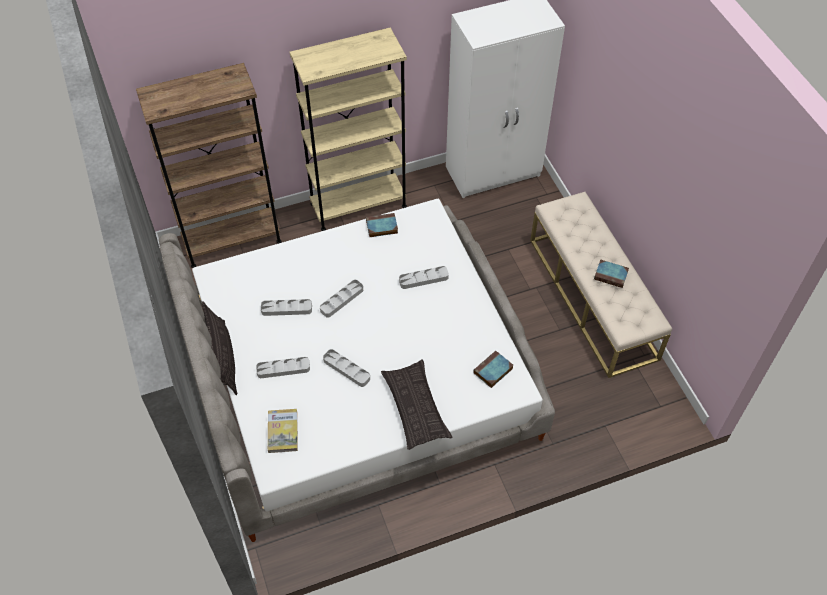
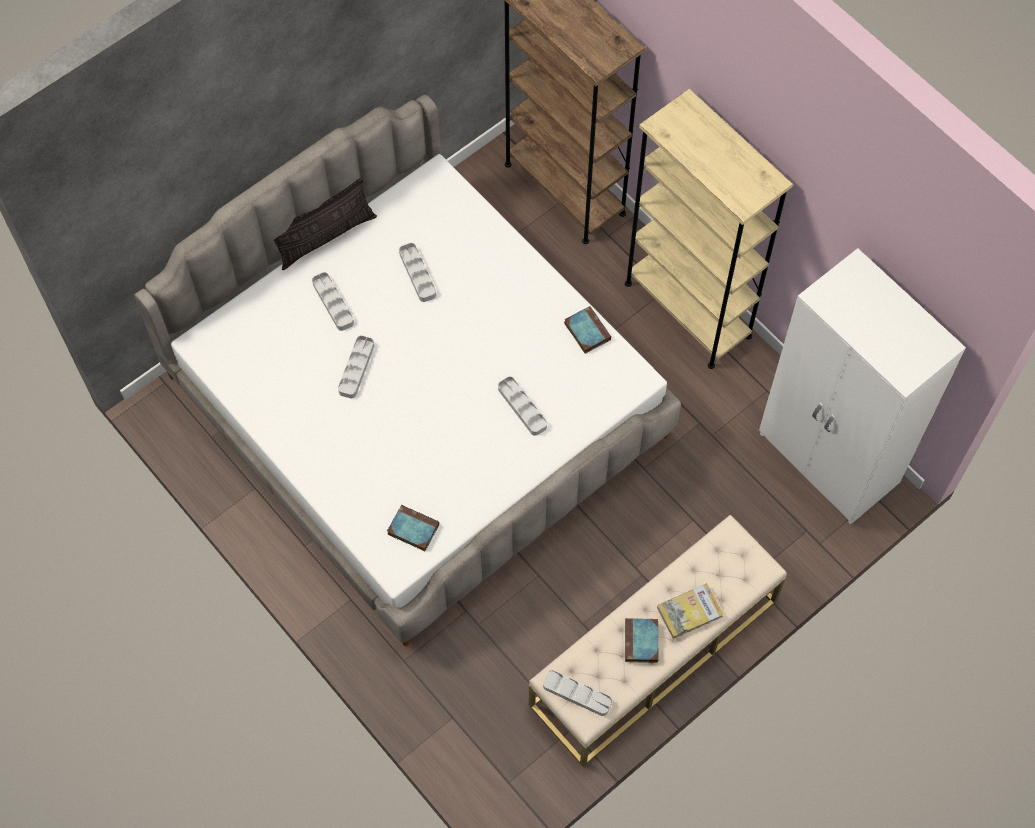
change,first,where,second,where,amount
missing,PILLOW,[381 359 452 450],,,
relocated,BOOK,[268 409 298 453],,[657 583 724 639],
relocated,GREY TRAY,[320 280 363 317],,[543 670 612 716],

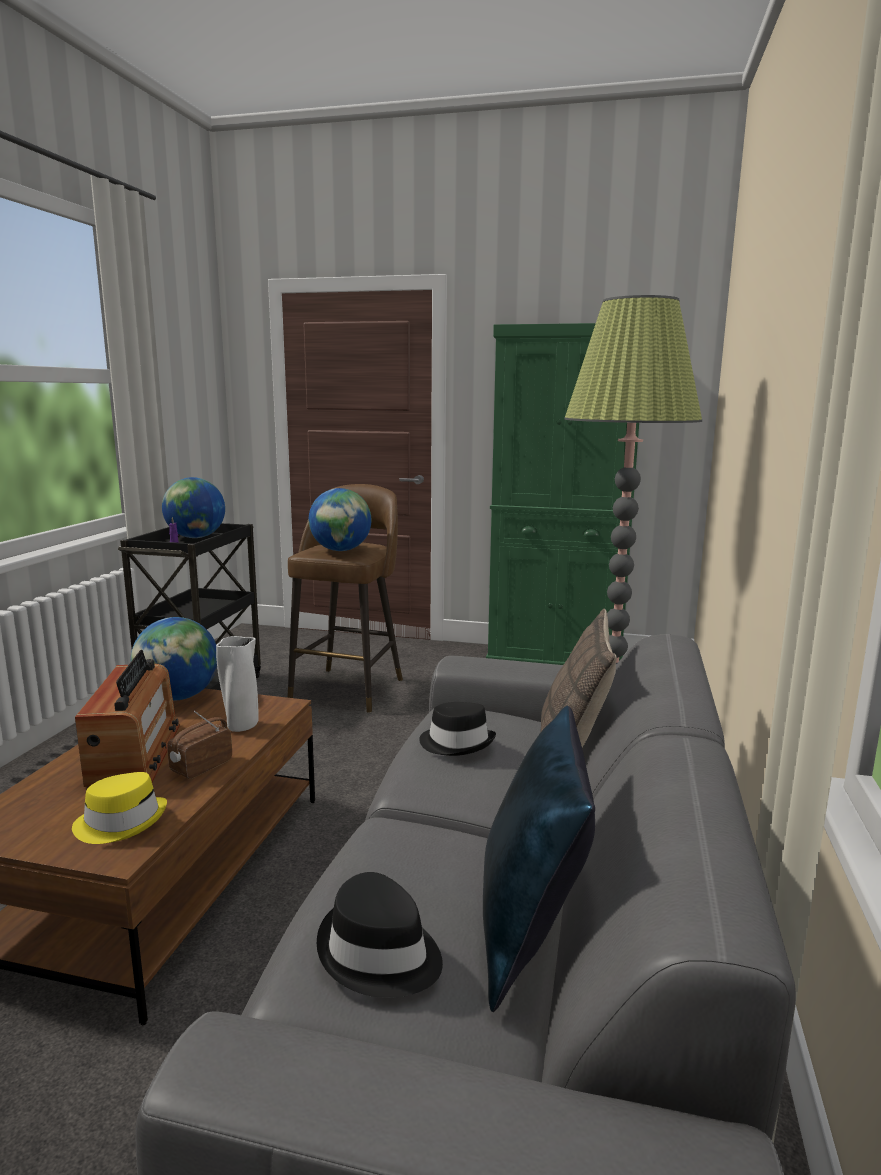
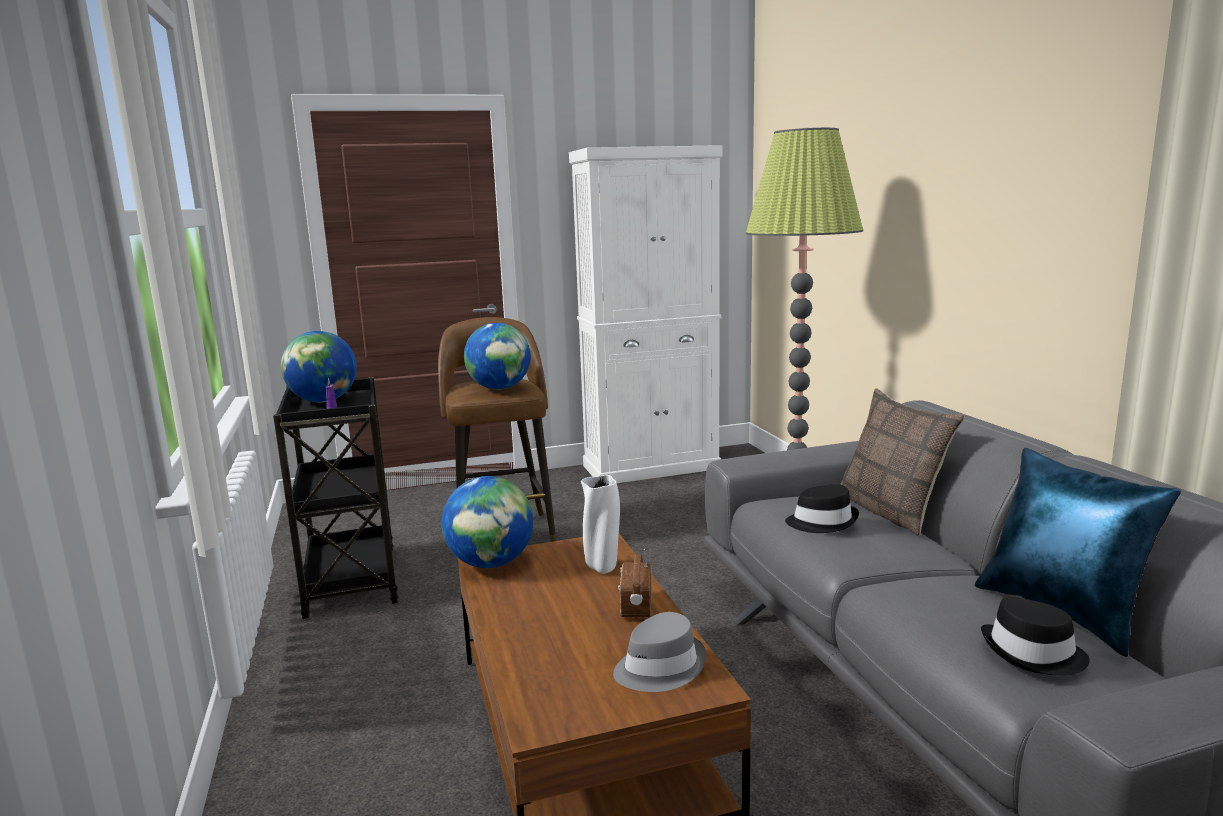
change,first,where,second,where,amount
missing,RADIO,[75 650 180 787],,,
colour,YELLOW HAT,[72 772 167 844],GREY HAT,[613 612 706 692],
colour,GREEN CABINET,[486 323 639 665],WHITE CABINET,[569 145 722 483],

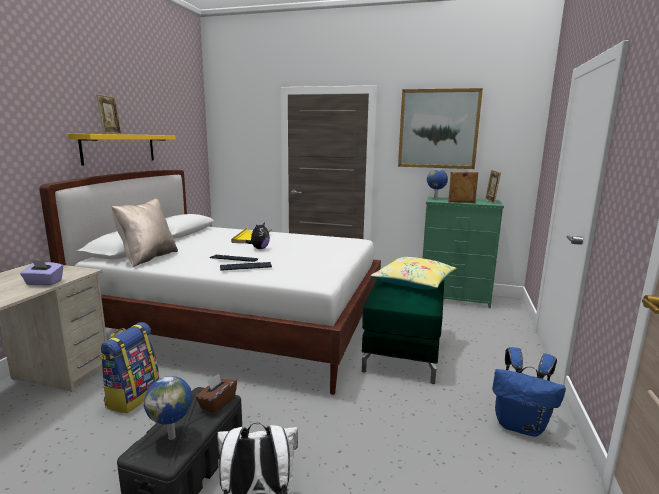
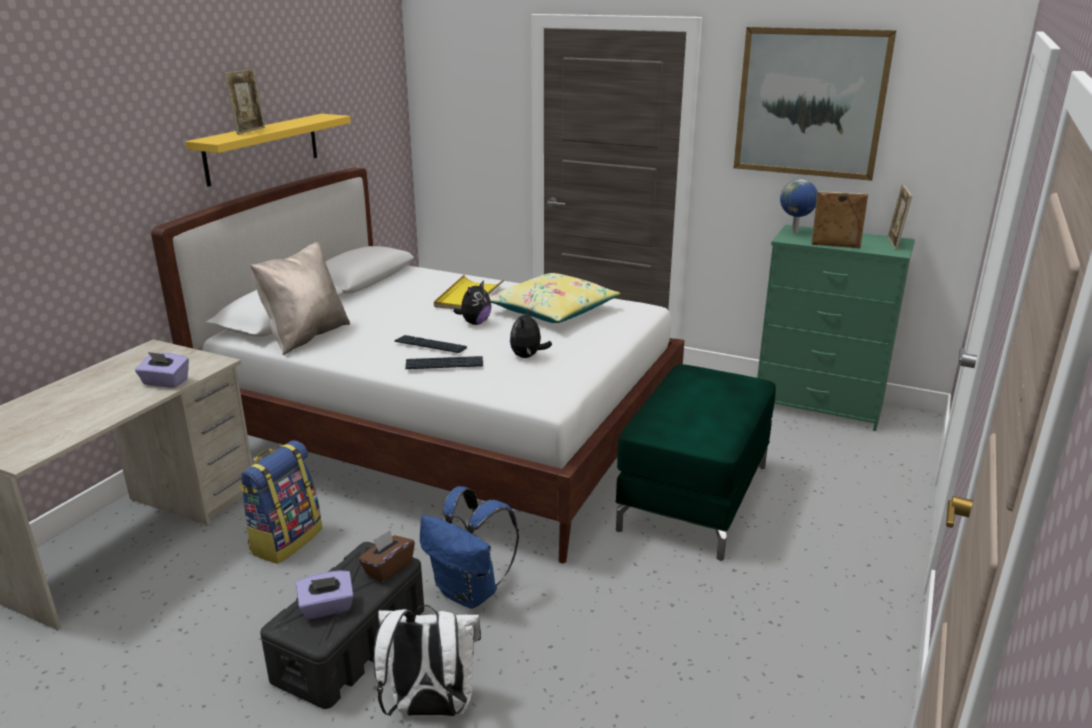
change,first,where,second,where,amount
appeared,,,PLUSH TOY,[510 308 552 358],
relocated,YELLOW PILLOW,[371 257 457 290],,[490 273 621 323],
relocated,BLUE BACKPACK,[492 347 566 436],,[420 486 519 609],
exchanged,GLOBE,[144 376 192 440],PURPLE TISSUE BOX,[296 570 354 619],

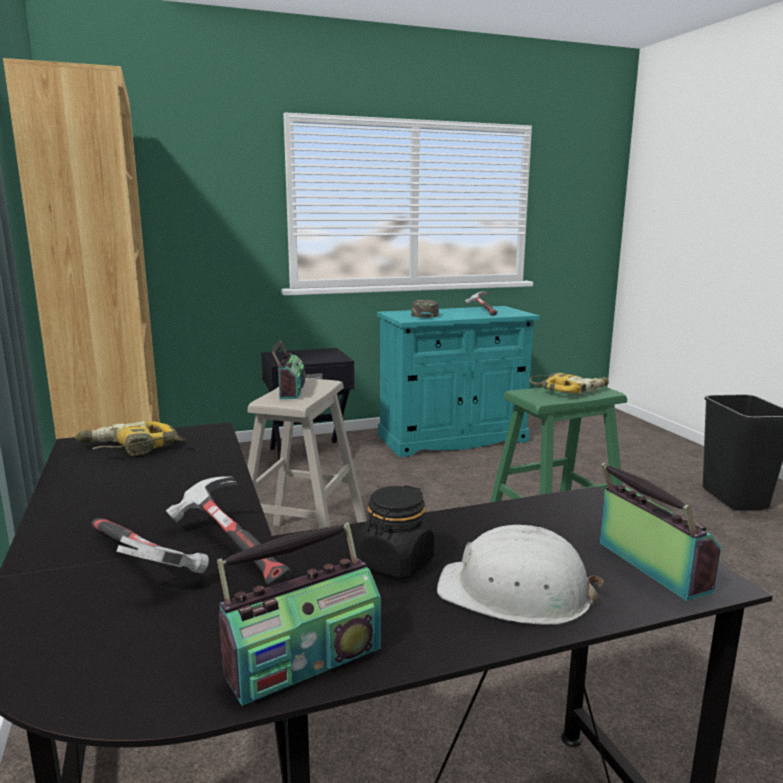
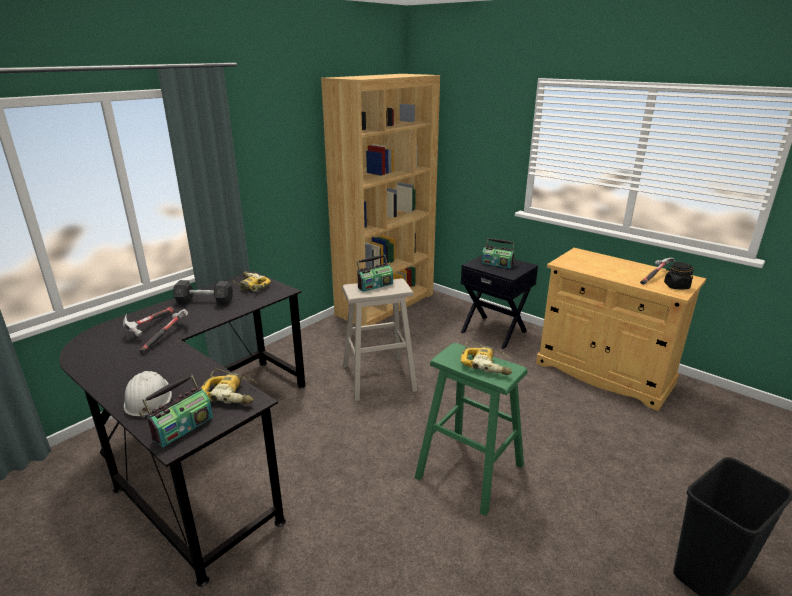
change,first,where,second,where,amount
missing,GREEN CAP,[411 299 439 318],,,
appeared,,,GREY DUMBBELL,[173 280 233 305],
appeared,,,POWER DRILL,[201 369 257 404],
relocated,RADIO,[217 522 381 706],,[482 238 515 268],
relocated,BLACK JAR,[358 485 434 579],,[664 262 694 290],
colour,TURQUOISE CABINET,[377 306 540 457],BEIGE CABINET,[536 248 706 411],

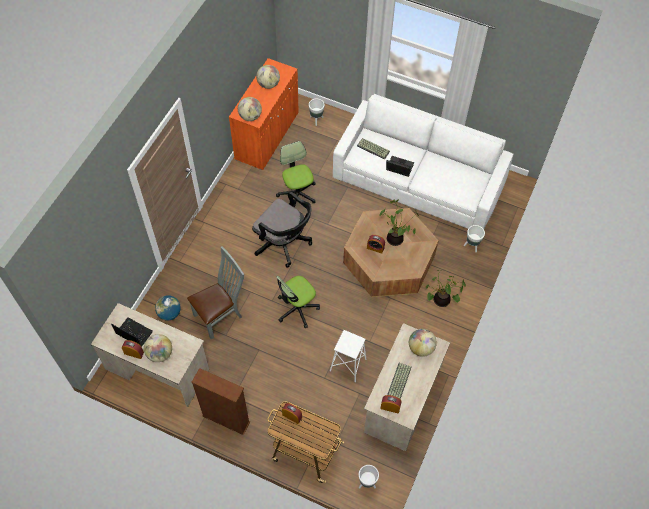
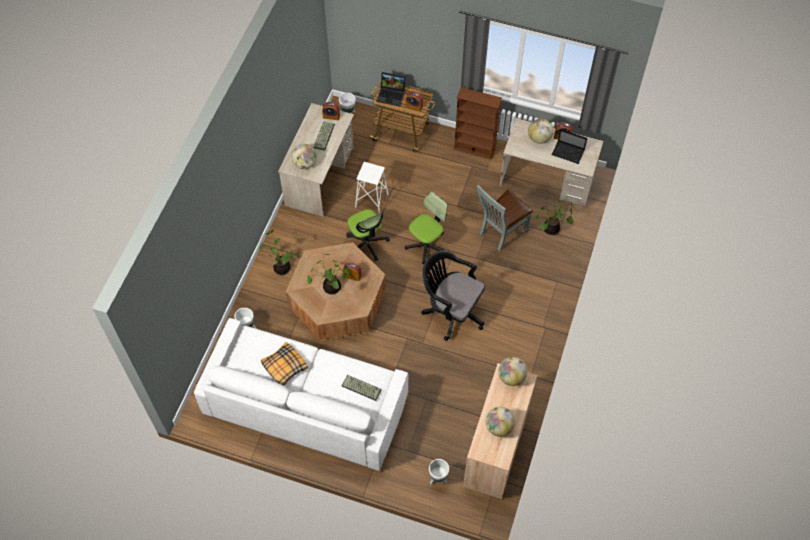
change,first,where,second,where,amount
appeared,,,PILLOW,[261 342 308 386],
relocated,OFFICE CHAIR,[276 141 316 208],,[346 209 390 261],
relocated,LAPTOP,[386 156 414 177],,[377 72 406 107],
exchanged,GLOBE,[155 295 181 321],POTTED PLANT,[535 198 574 235],
colour,ORANGE CABINET,[229 58 299 170],BEIGE CABINET,[463 363 537 499],

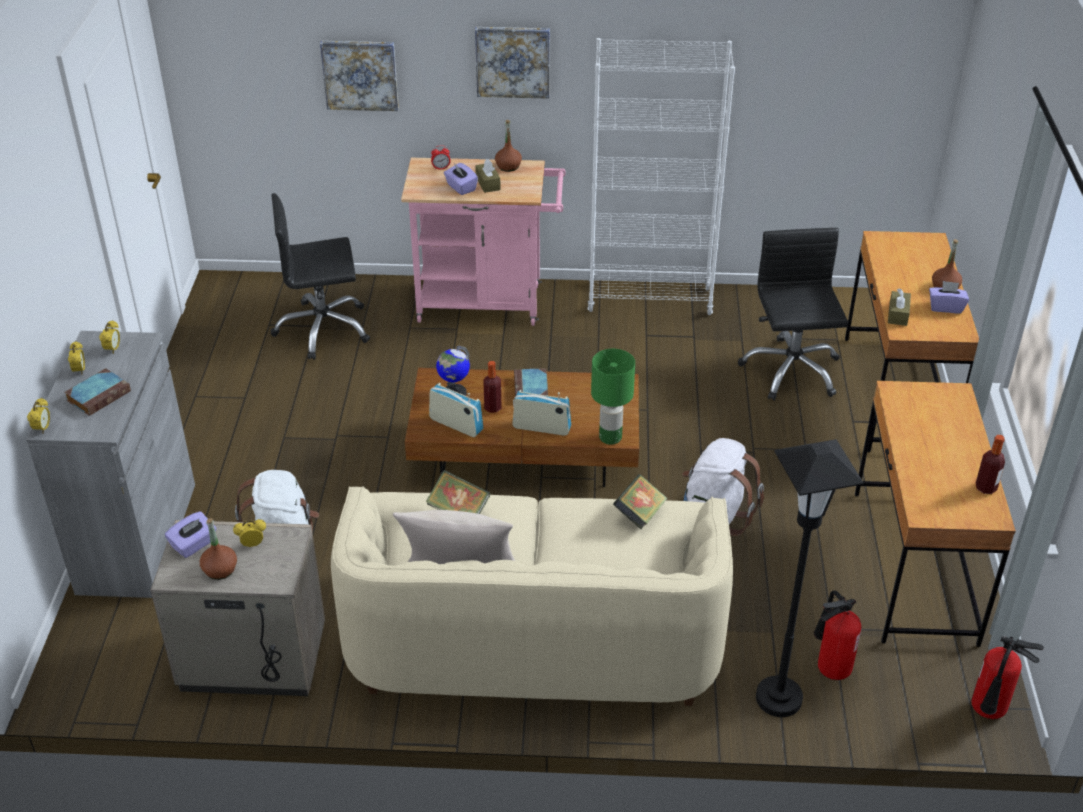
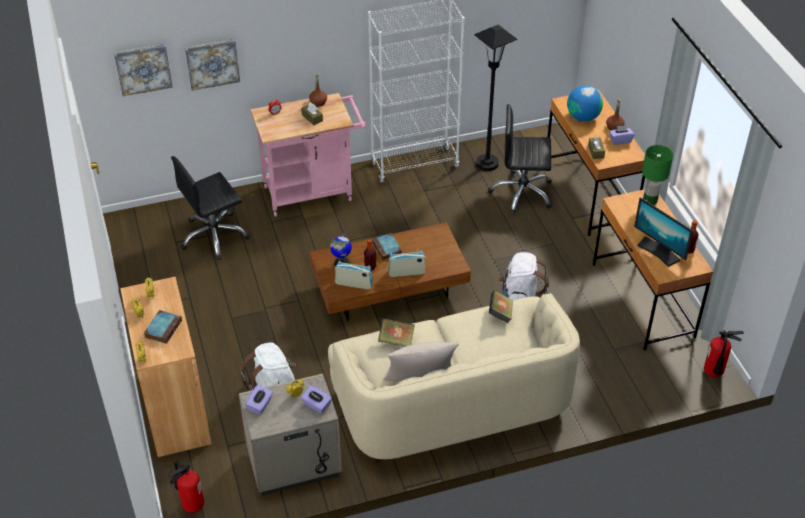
change,first,where,second,where,amount
missing,BROWN BOTTLE,[200 518 237 580],,,
appeared,,,GLOBE,[567 86 603 122],
appeared,,,MONITOR,[634 197 693 267],
relocated,PURPLE TISSUE BOX,[444 163 478 195],,[301 385 332 414],
relocated,PICTURE,[475 27 550 99],,[114 44 173 96],
relocated,GREEN TABLE LAMP,[591 349 635 445],,[642 145 673 205],
relocated,BLACK FLOOR LAMP,[756 439 864 717],,[474 25 517 171],
relocated,FIRE EXTINGUISHER,[814 590 861 680],,[168 461 204 513],
colour,GREY CABINET,[26 331 195 598],BROWN CABINET,[120 277 212 457],
spun,BLACK OFFICE CHAIR,[738 228 849 401],,[488 104 552 215],60 degrees counterclockwise

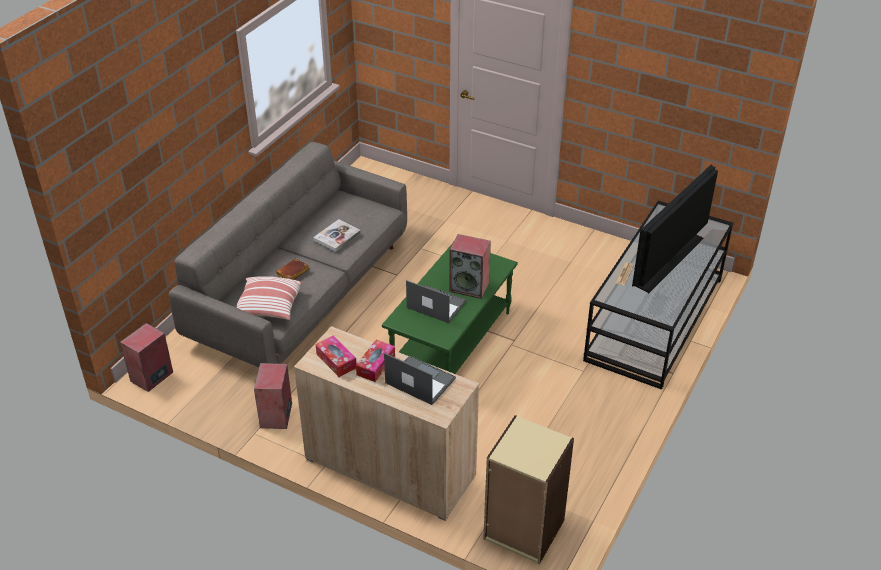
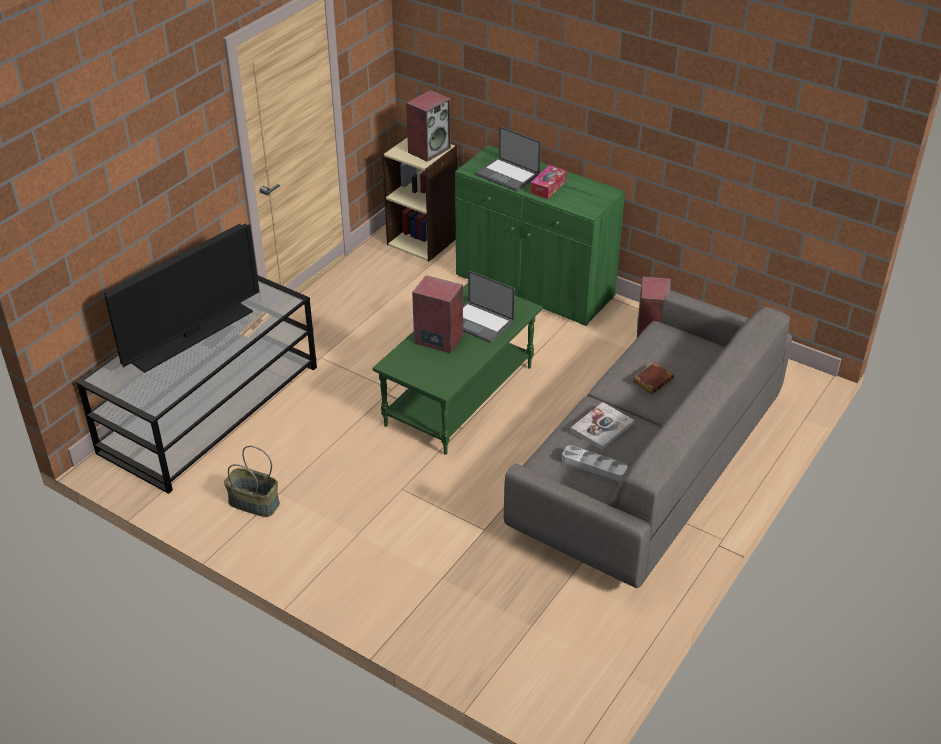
change,first,where,second,where,amount
missing,PILLOW,[237 276 304 320],,,
missing,TISSUE BOX,[316 335 357 377],,,
appeared,,,BASKET,[224 446 280 517],
appeared,,,GREY TRAY,[562 445 628 481],
relocated,SPEAKER,[120 323 173 392],,[406 90 451 162],
colour,BEIGE CABINET,[294 326 479 521],GREEN CABINET,[455 145 625 326],

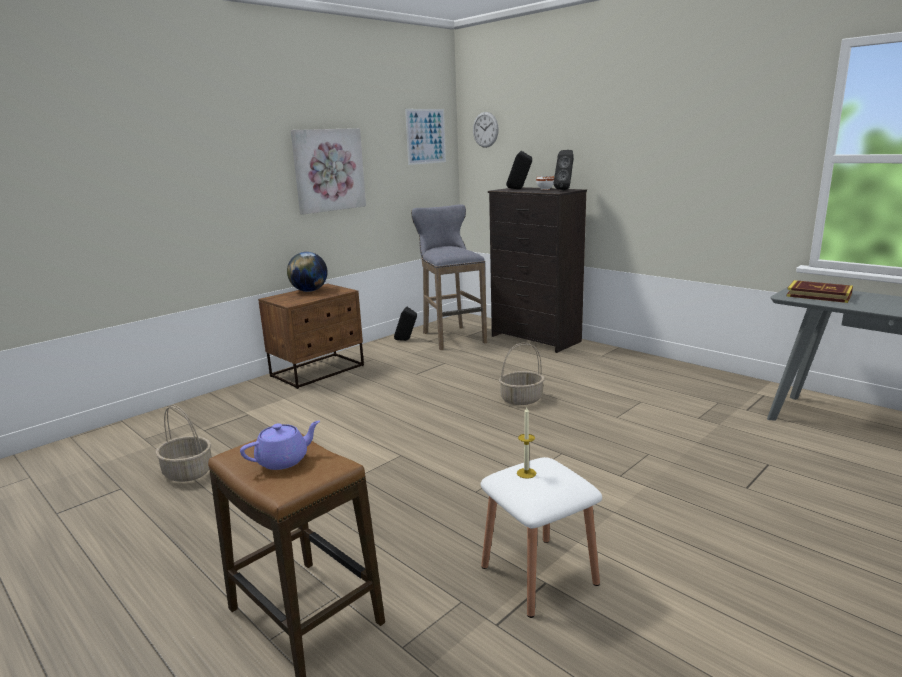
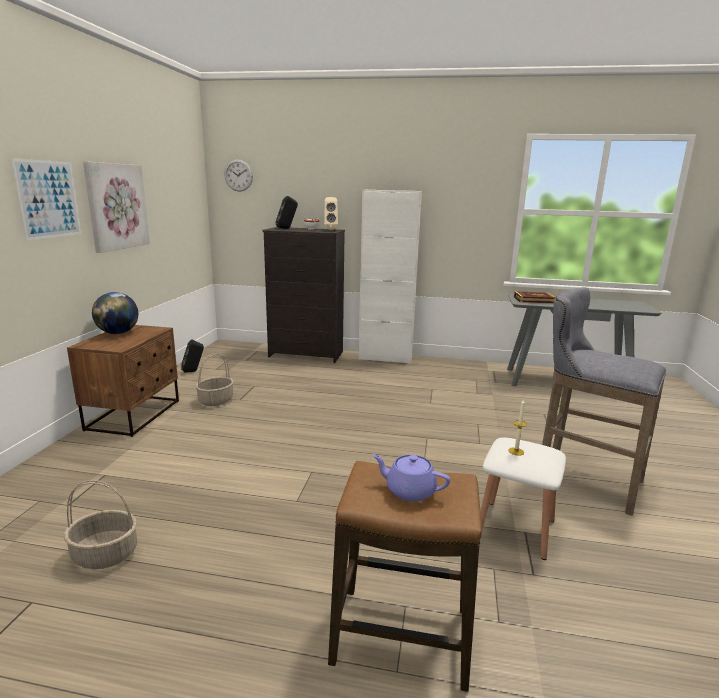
change,first,where,second,where,amount
appeared,,,WHITE CABINET,[358 190 422 364],
relocated,PICTURE,[405 109 446 165],,[11 158 81 241],
relocated,GREY STOOL,[411 204 487 350],,[542 287 666 516],
relocated,BASKET,[499 343 545 405],,[195 353 234 406],
colour,BLACK SPEAKER,[554 150 573 190],BEIGE SPEAKER,[324 197 338 230],
spun,PURPLE TEAPOT,[240 421 320 470],,[372 454 450 502],90 degrees counterclockwise

